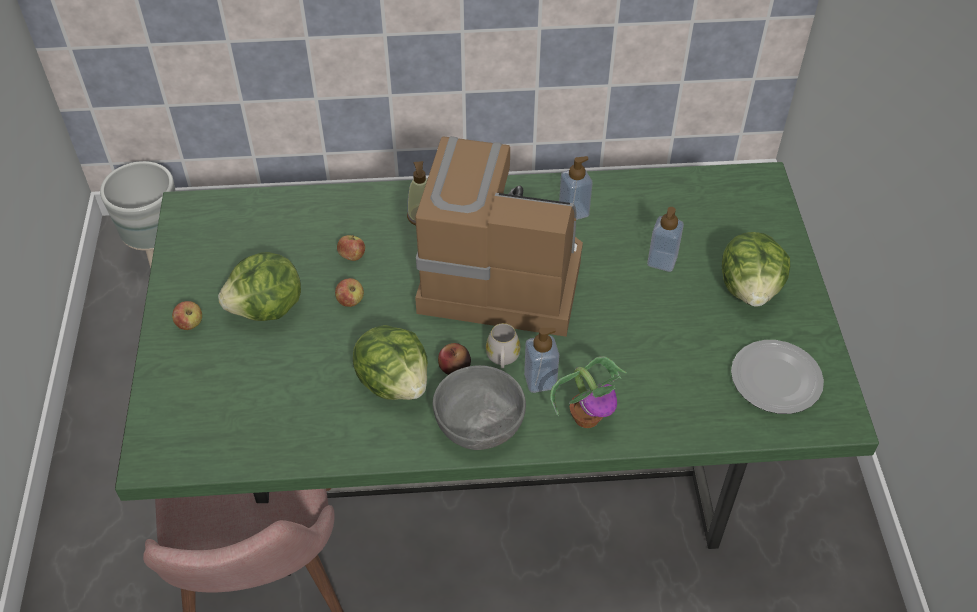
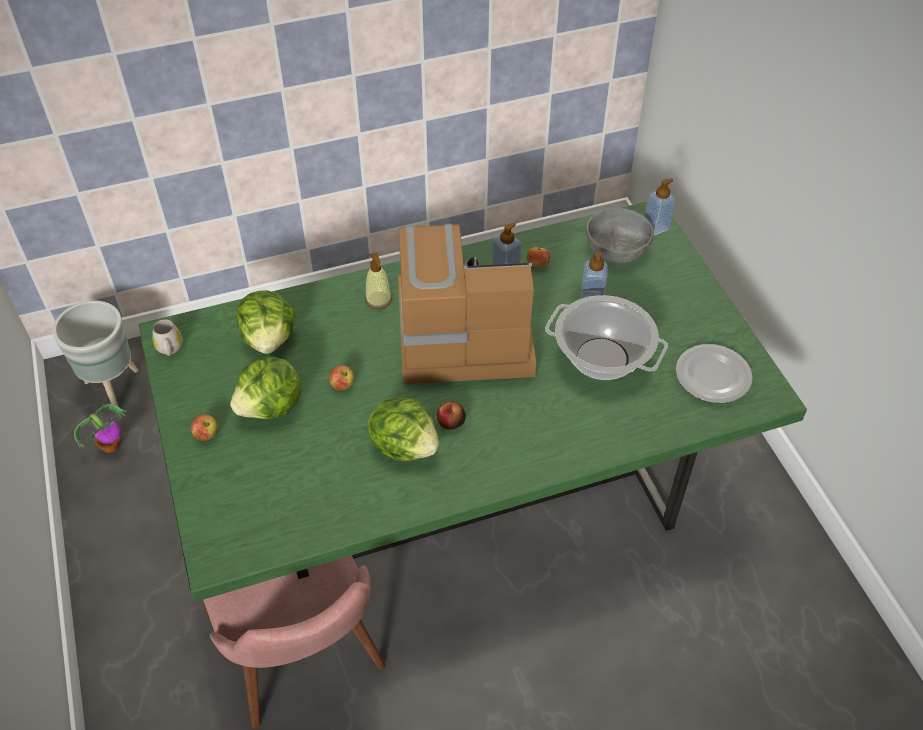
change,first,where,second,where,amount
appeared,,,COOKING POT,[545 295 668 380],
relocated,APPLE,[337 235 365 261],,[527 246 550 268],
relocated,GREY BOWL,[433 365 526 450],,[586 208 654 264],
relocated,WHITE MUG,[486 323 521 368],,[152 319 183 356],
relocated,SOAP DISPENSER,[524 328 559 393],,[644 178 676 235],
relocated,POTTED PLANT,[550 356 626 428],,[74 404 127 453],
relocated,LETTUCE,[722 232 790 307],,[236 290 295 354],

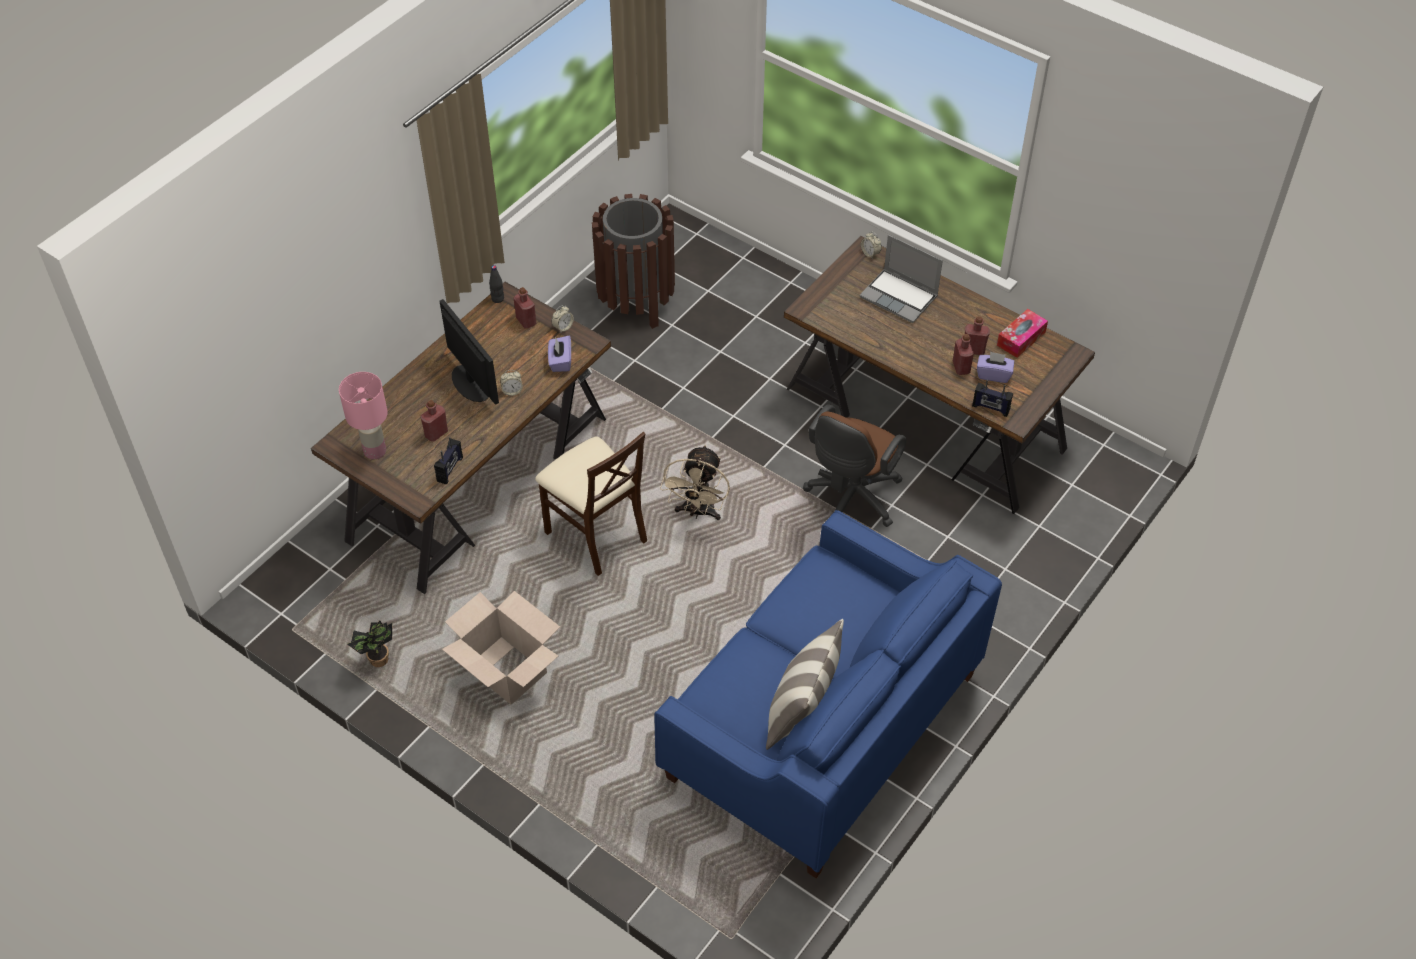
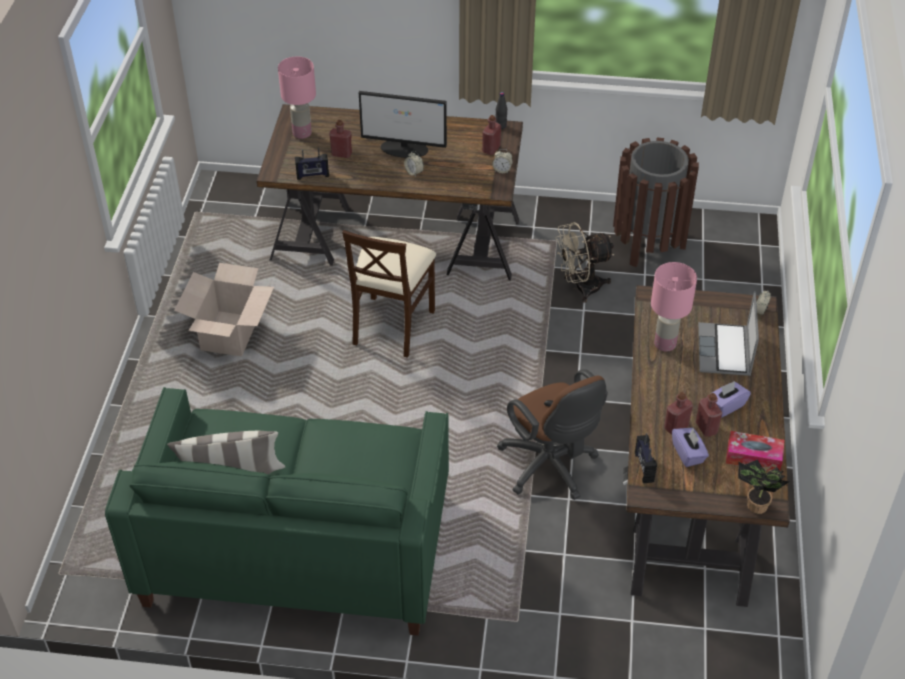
change,first,where,second,where,amount
appeared,,,PINK TABLE LAMP,[651 262 697 351],
relocated,POTTED PLANT,[347 620 392 667],,[738 459 789 514],
relocated,PURPLE TISSUE BOX,[548 336 571 372],,[709 381 751 418],
relocated,BEIGE FAN,[660 445 730 520],,[556 222 615 303],
colour,BLUE SOFA,[654 510 1002 878],GREEN SOFA,[105 387 449 636],
spun,MONITOR,[440 299 499 405],,[359 91 447 158],75 degrees clockwise
spun,BROWN OFFICE CHAIR,[803 404 906 527],,[497 369 608 500],120 degrees counterclockwise

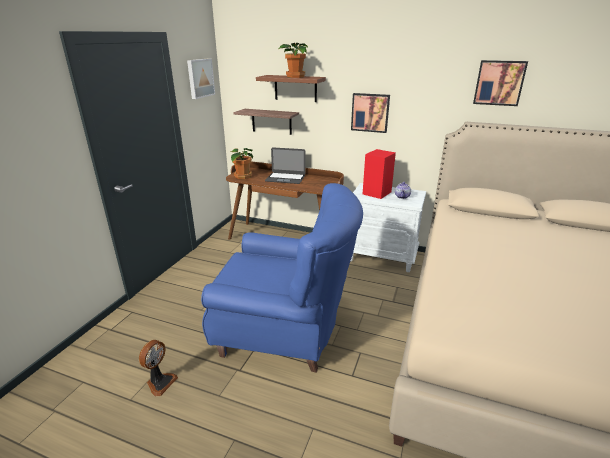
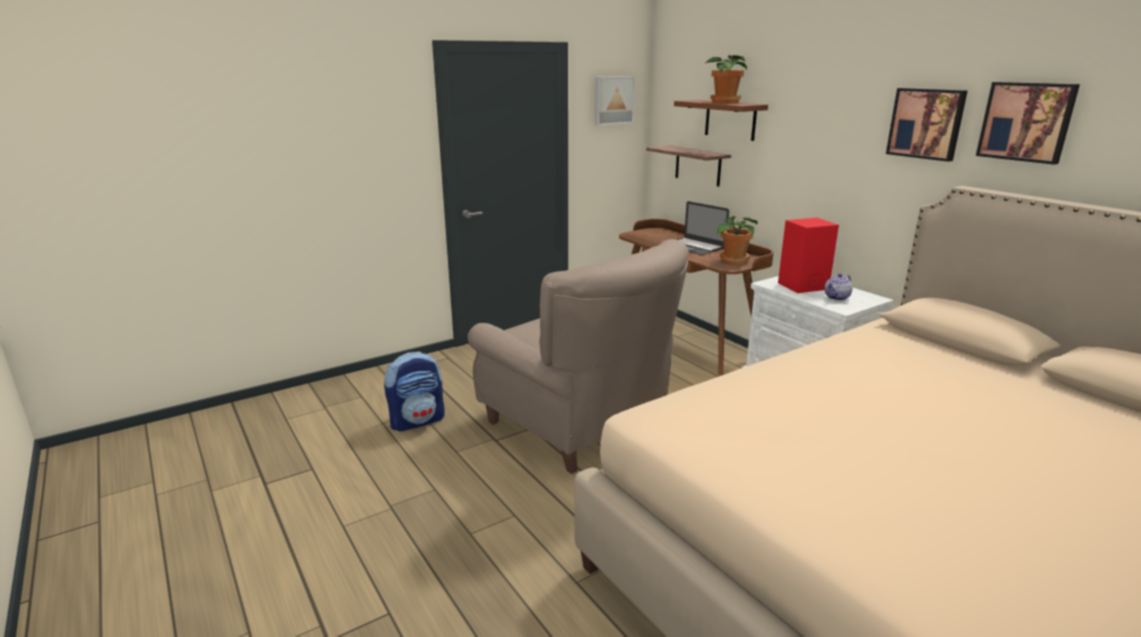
change,first,where,second,where,amount
relocated,POTTED PLANT,[231 148 253 179],,[717 216 758 265],
relocated,PICTURE,[351 93 390 133],,[886 88 968 162],
exchanged,FAN,[139 340 178 397],BACKPACK,[384 352 445 431],
colour,BLUE ARMCHAIR,[201 183 363 372],BEIGE ARMCHAIR,[468 239 689 474],

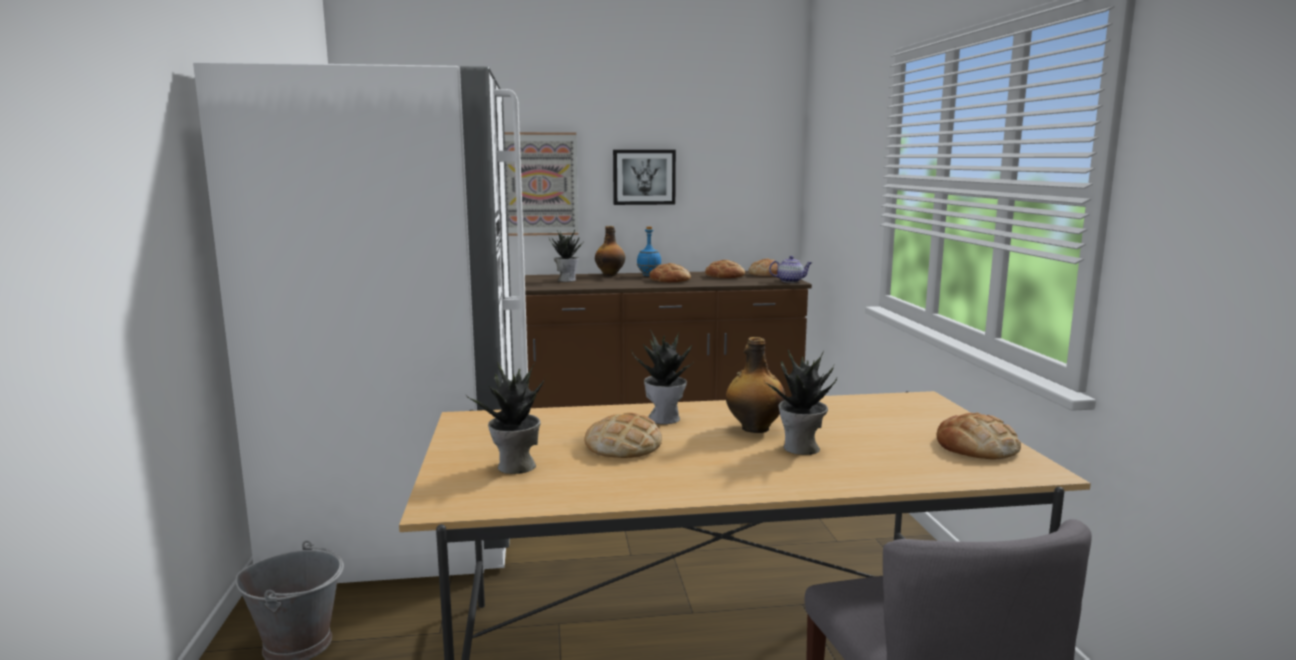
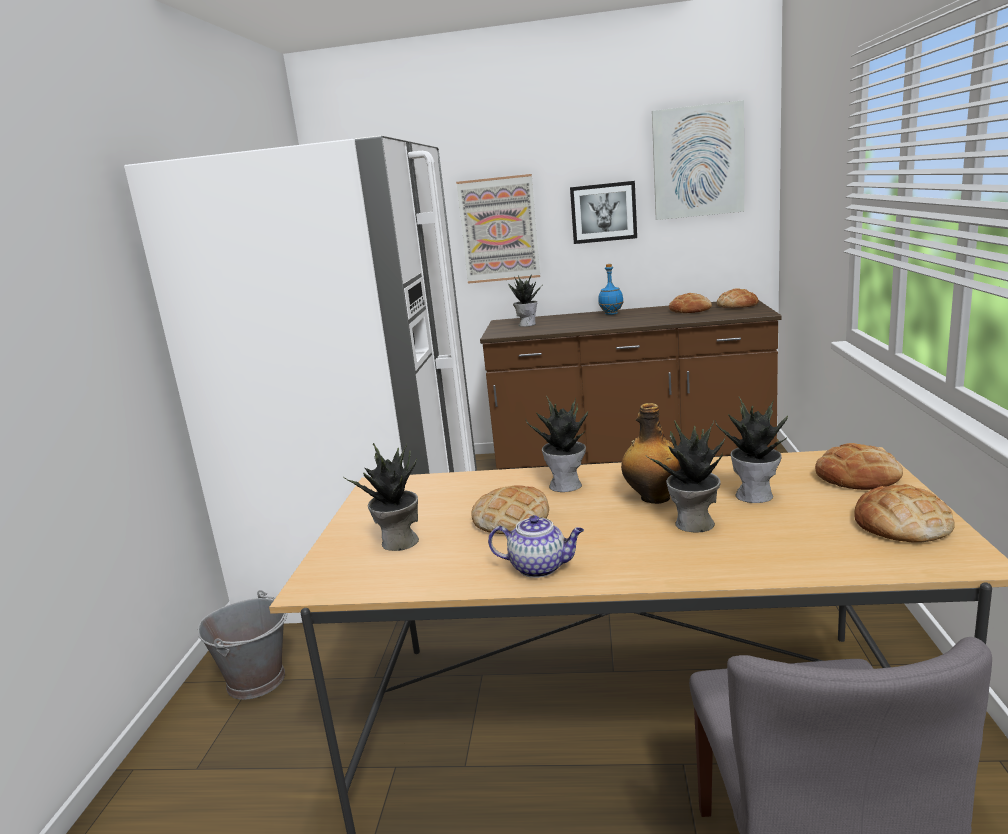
change,first,where,second,where,amount
missing,BOTTLE,[595 226 625 276],,,
appeared,,,PICTURE,[652 100 744 220],
appeared,,,POTTED PLANT,[715 397 788 503],
relocated,BREAD,[649 263 691 282],,[815 443 903 490],
relocated,TEAPOT,[769 256 812 283],,[488 515 584 578],

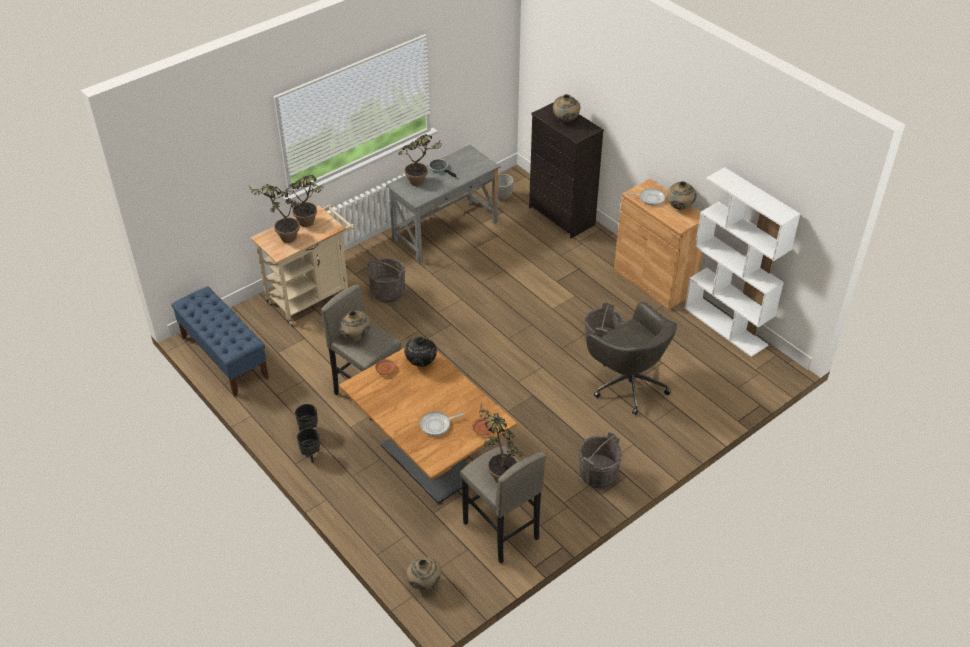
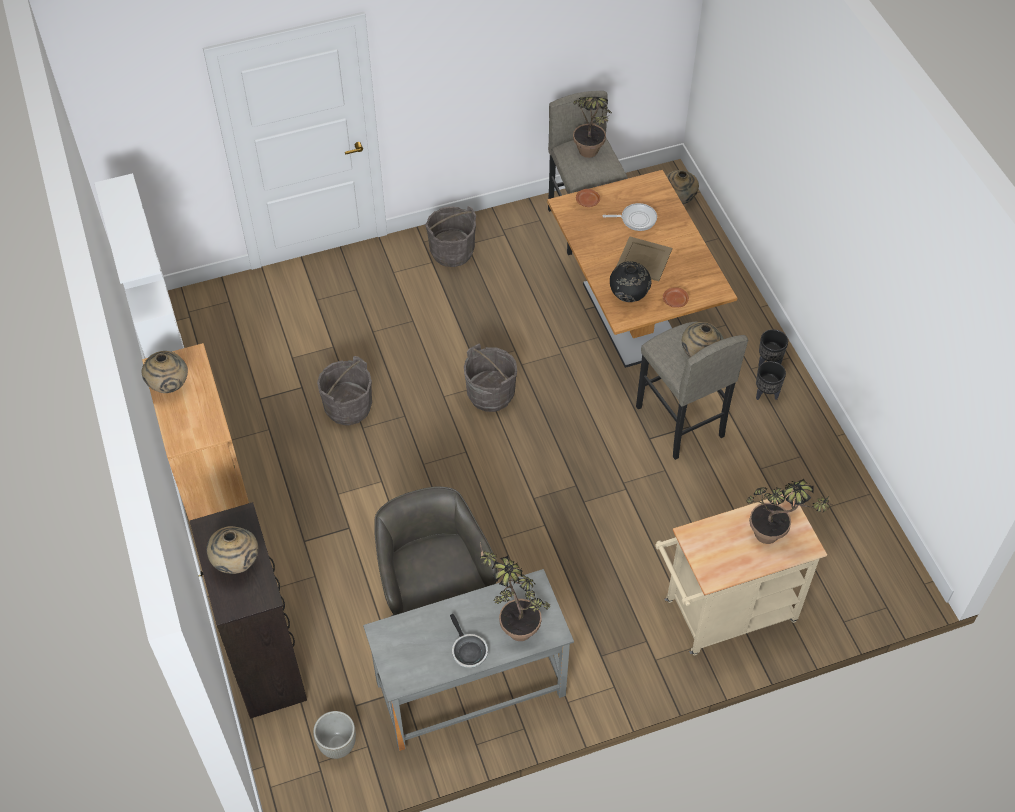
change,first,where,second,where,amount
missing,BLUE BENCH,[171 286 269 396],,,
missing,POTTED PLANT,[285 175 324 227],,,
missing,FRYING PAN,[626 188 665 206],,,
appeared,,,BEIGE TRAY,[616 236 672 281],
relocated,GREY BUCKET,[367 257 405 303],,[464 343 517 412],
relocated,GREY OFFICE CHAIR,[587 302 677 415],,[374 486 498 616],

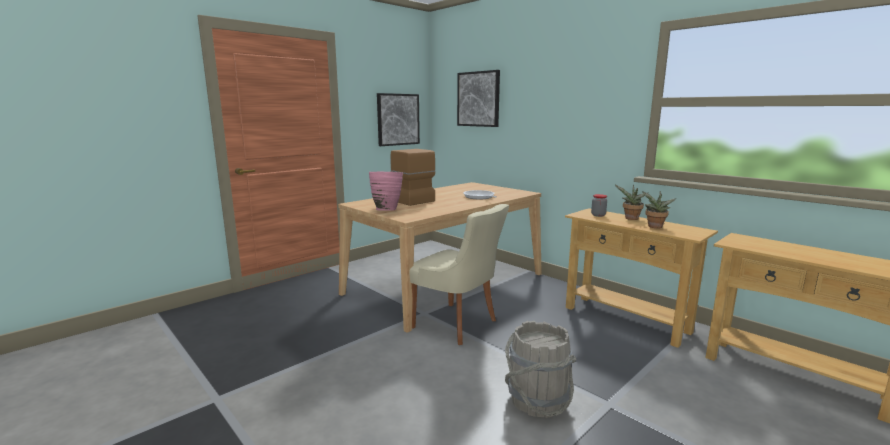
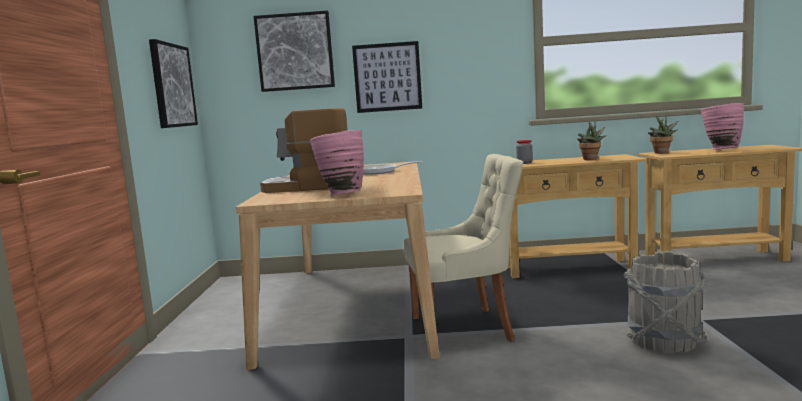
change,first,where,second,where,amount
appeared,,,PICTURE,[352 41 422 113],
appeared,,,PINK VASE,[701 103 744 150],
relocated,POTTED PLANT,[614 184 649 220],,[648 116 678 154],

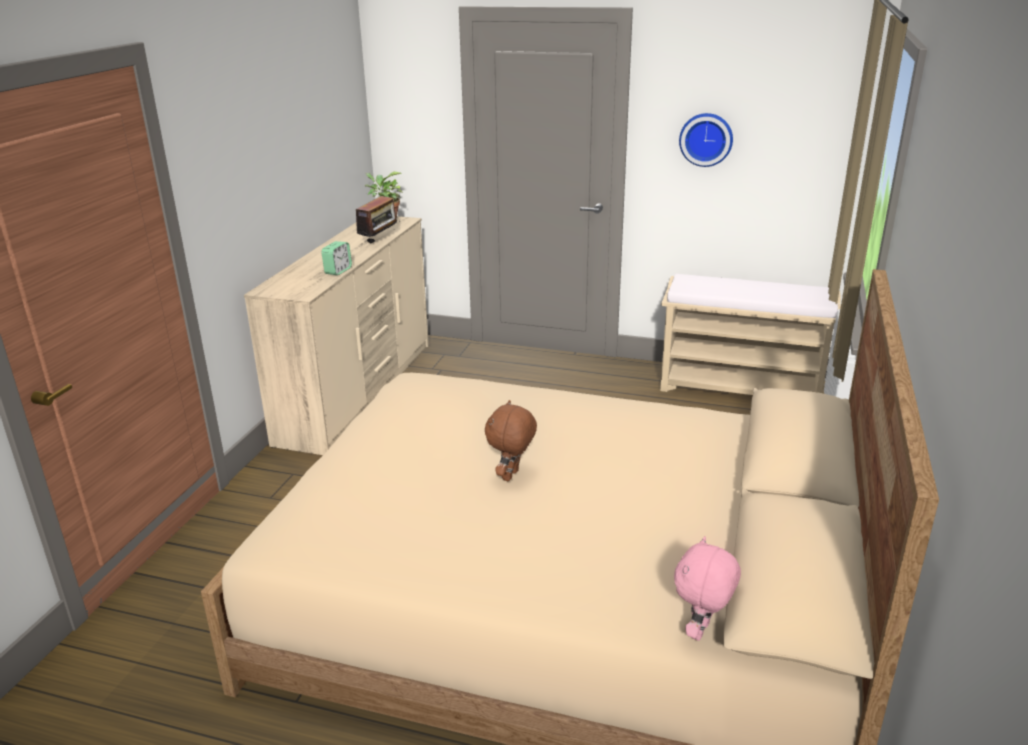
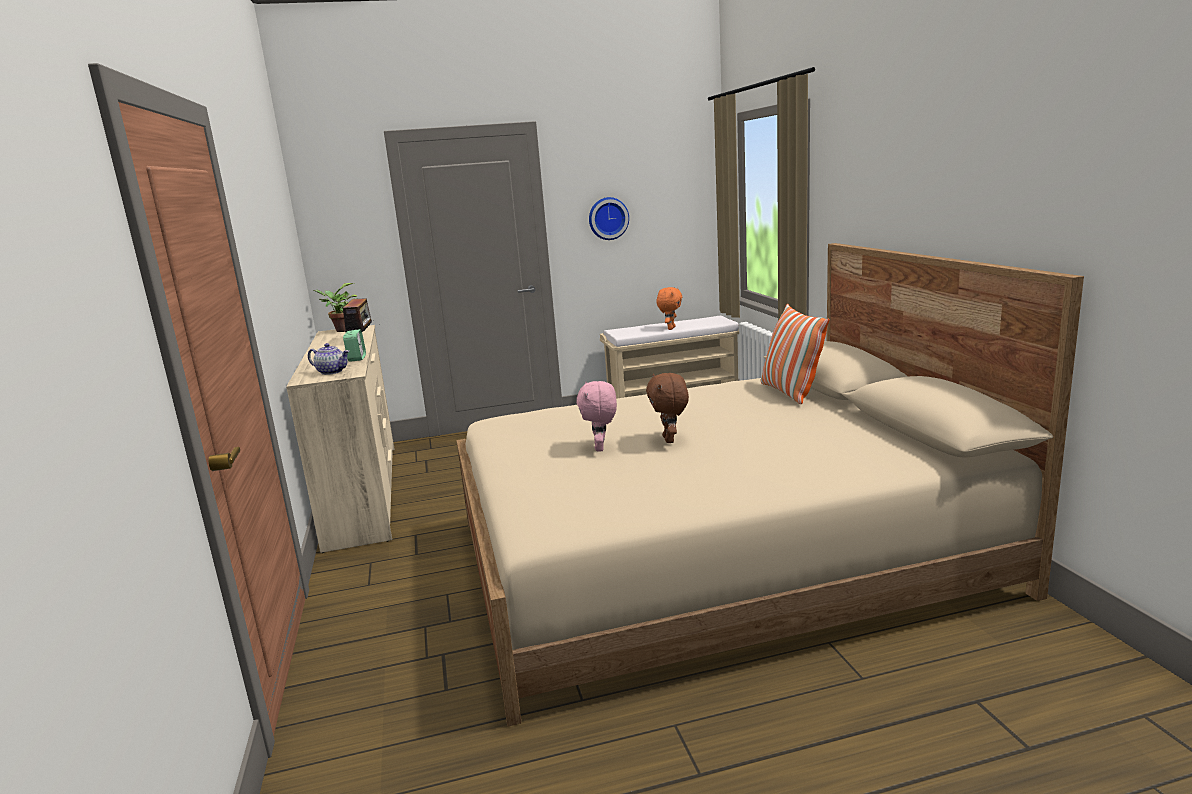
change,first,where,second,where,amount
appeared,,,TEAPOT,[308 343 349 375],
appeared,,,ORANGE PLUSH TOY,[656 287 682 330],
appeared,,,PILLOW,[761 304 830 404],
relocated,PINK PLUSH TOY,[674 536 741 641],,[576 381 617 452],

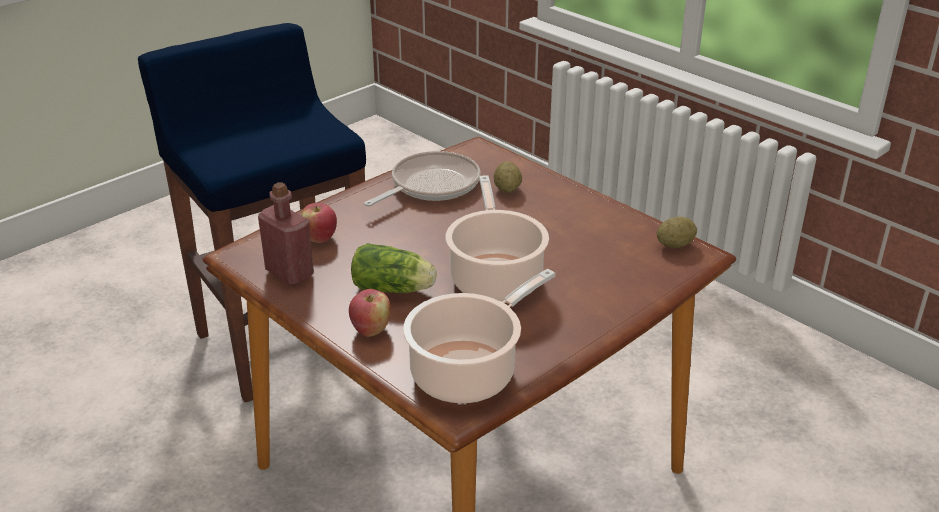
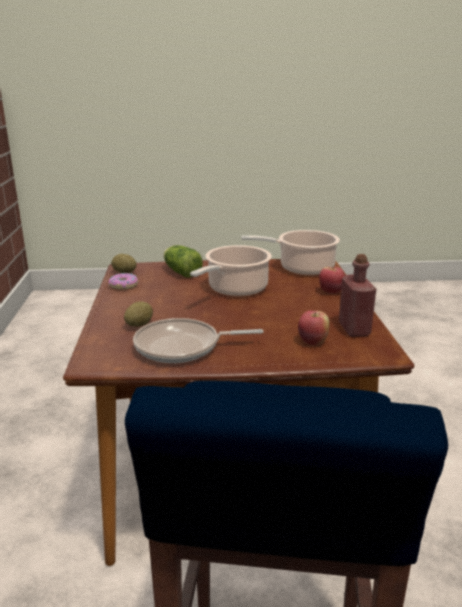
change,first,where,second,where,amount
appeared,,,DONUT,[108 273 138 290],
relocated,LETTUCE,[351 243 437 293],,[164 245 203 278],

